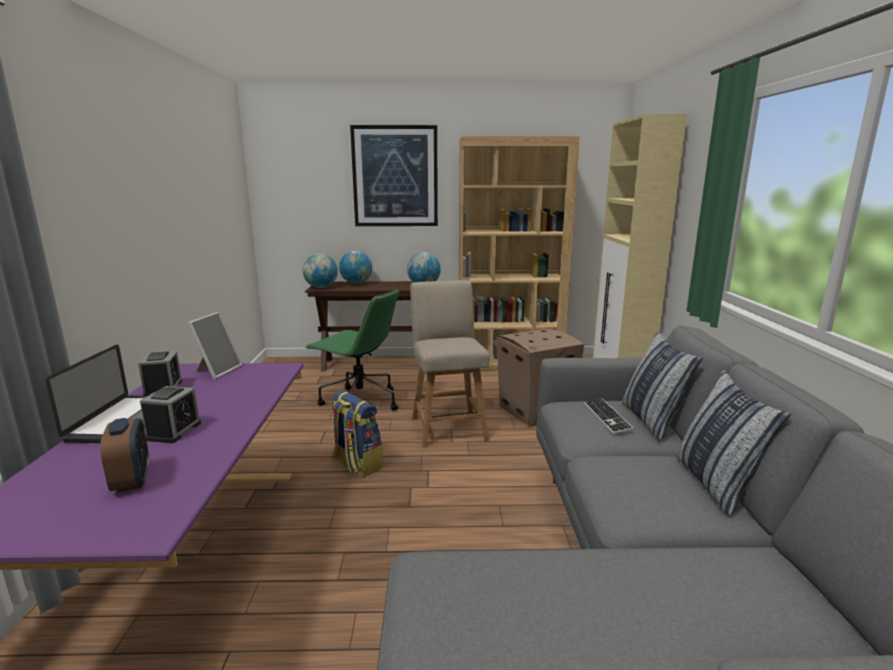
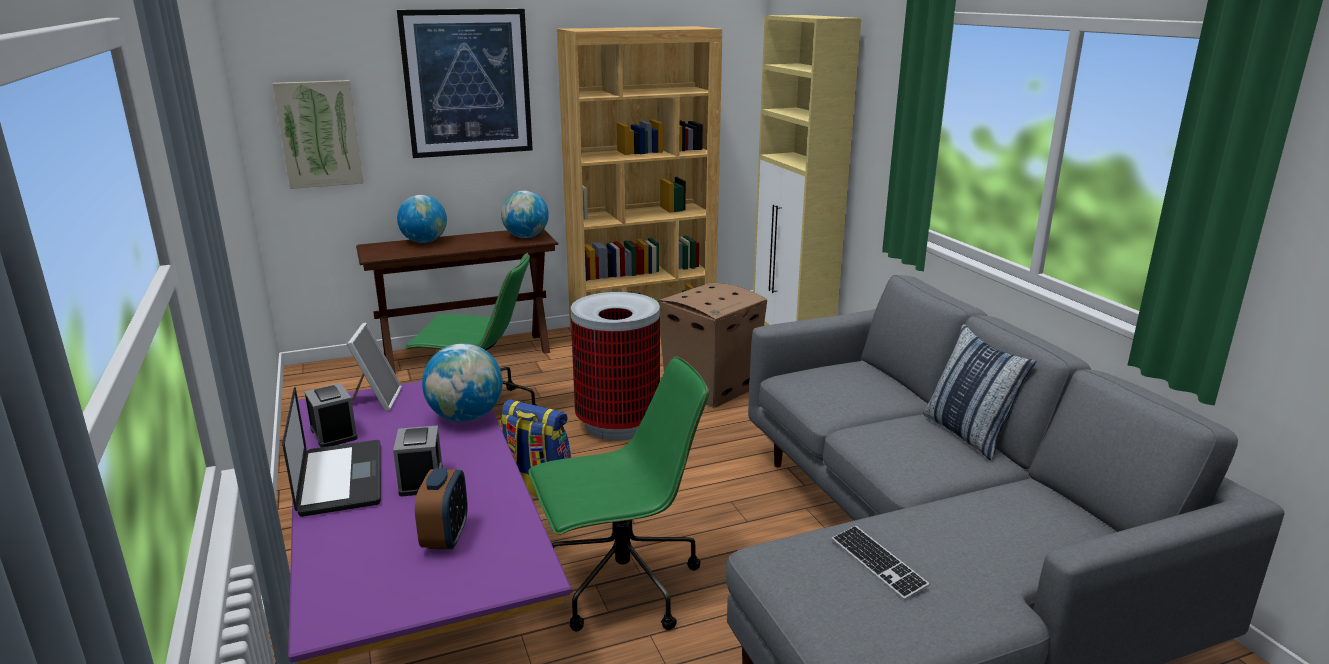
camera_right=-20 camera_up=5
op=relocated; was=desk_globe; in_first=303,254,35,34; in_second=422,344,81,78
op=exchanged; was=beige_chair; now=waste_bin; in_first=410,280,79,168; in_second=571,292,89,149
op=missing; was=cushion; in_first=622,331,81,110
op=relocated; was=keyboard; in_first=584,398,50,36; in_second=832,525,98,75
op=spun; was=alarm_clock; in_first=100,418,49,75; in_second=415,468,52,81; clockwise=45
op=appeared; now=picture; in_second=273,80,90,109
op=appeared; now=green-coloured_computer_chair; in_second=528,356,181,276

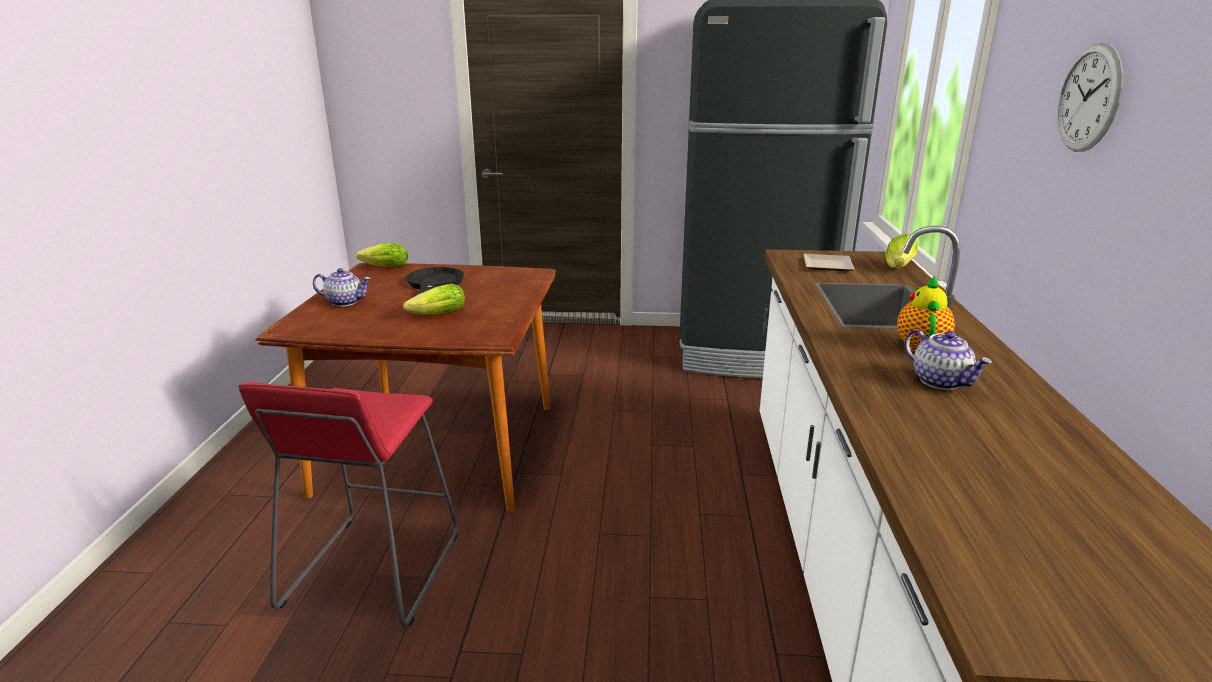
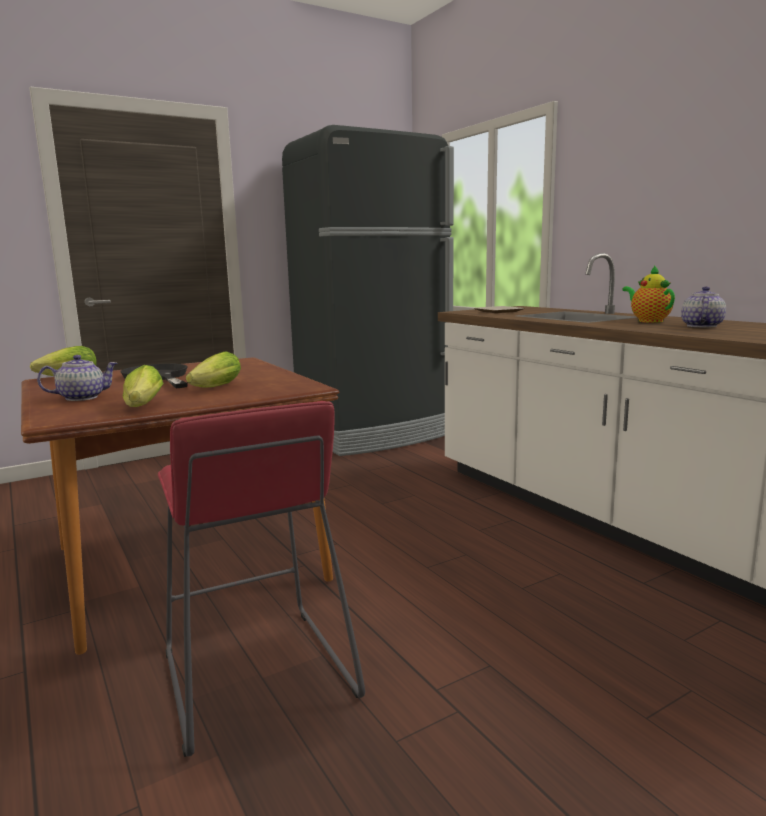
camera_right=-35 camera_up=-10
op=missing; was=hanging_clock; in_first=1057,42,66,110
op=relocated; was=lettuce_head; in_first=885,234,33,34; in_second=123,365,40,42
op=spun; was=pot_for_tea; in_first=904,329,88,61; in_second=681,286,45,41; clockwise=-90

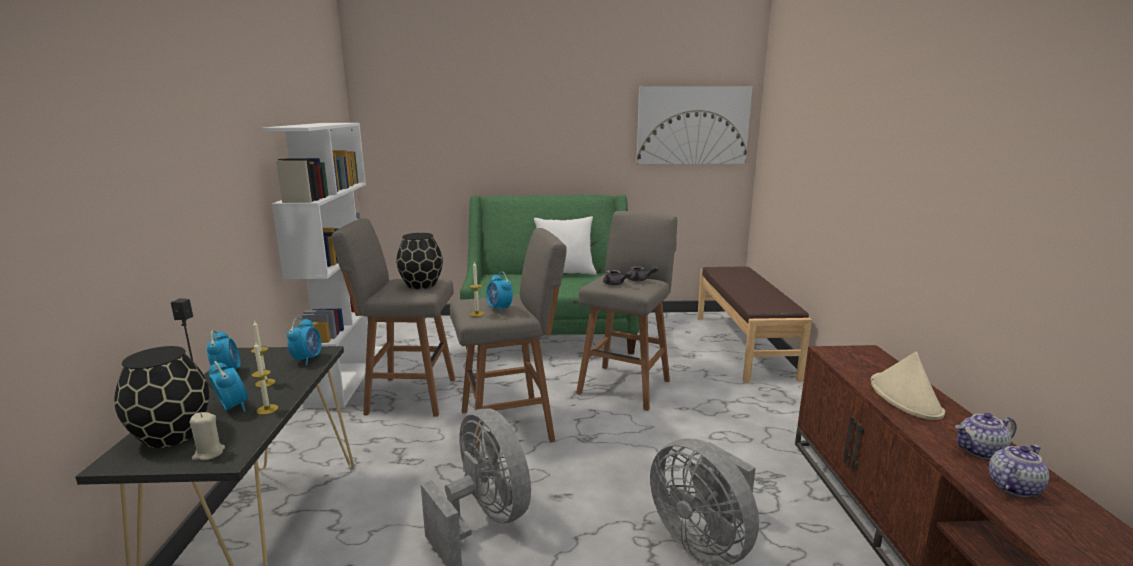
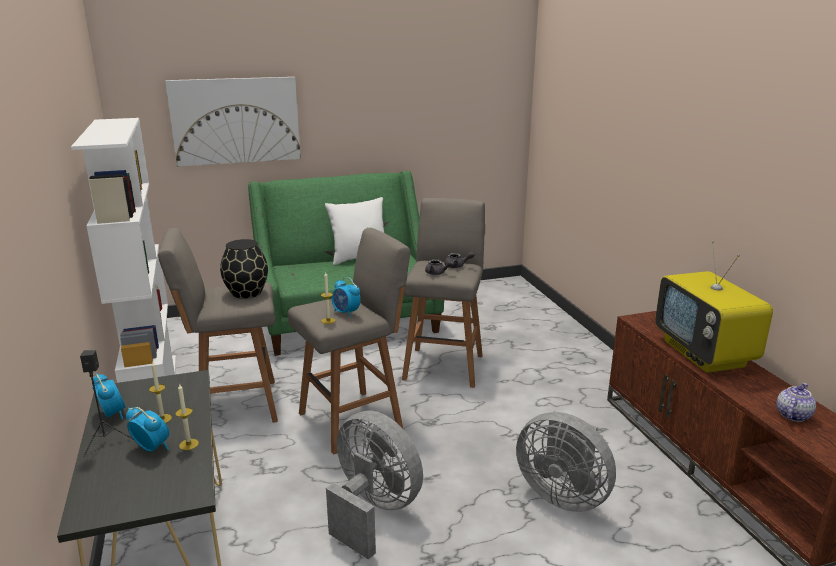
camera_right=-15 camera_up=5
op=relocated; was=picture; in_first=636,86,117,78; in_second=165,77,136,90
op=missing; was=brown-coloured_long_seat; in_first=697,267,115,116
op=missing; was=alarm_clock; in_first=287,317,34,48
op=missing; was=black_decorative_vase; in_first=114,346,95,102
op=exchanged; was=beige_hat; now=television; in_first=871,352,74,68; in_second=655,241,118,132
op=missing; was=beige_wax_light; in_first=190,412,35,48
op=missing; was=pot_for_tea; in_first=955,413,62,46

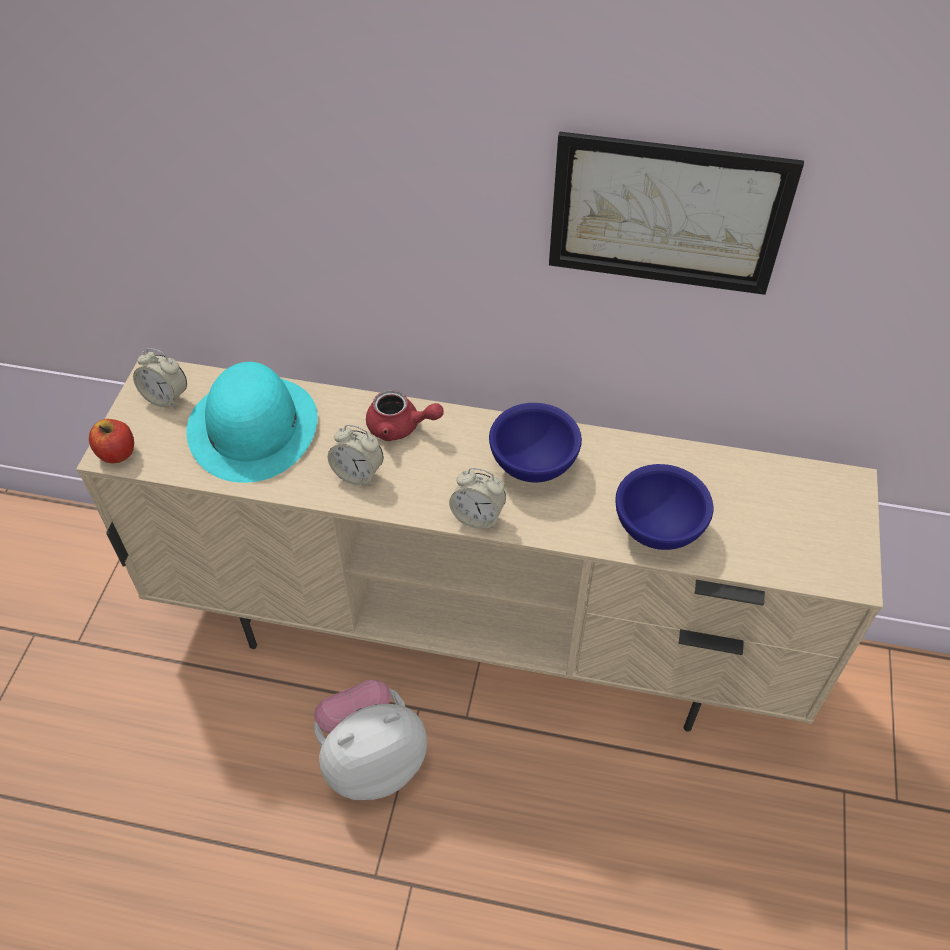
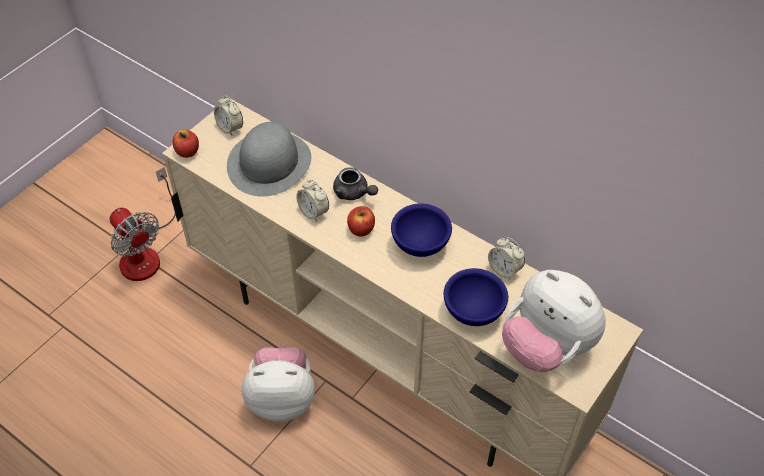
camera_right=25 camera_up=0
op=missing; was=picture; in_first=549,131,255,164
op=colour; was=turquoise_hat; now=grey_hat; in_first=186,362,131,121; in_second=227,122,84,75
op=colour; was=red_pot_for_tea; now=grey_pot_for_tea; in_first=366,390,78,51; in_second=333,167,45,33
op=relocated; was=alarm_clock; in_first=449,468,57,61; in_second=488,237,37,43
op=appeared; now=electric_fan; in_second=109,167,67,114
op=appeared; now=apple; in_second=347,206,28,31
op=appeared; now=cuddly_toy; in_second=502,270,104,102

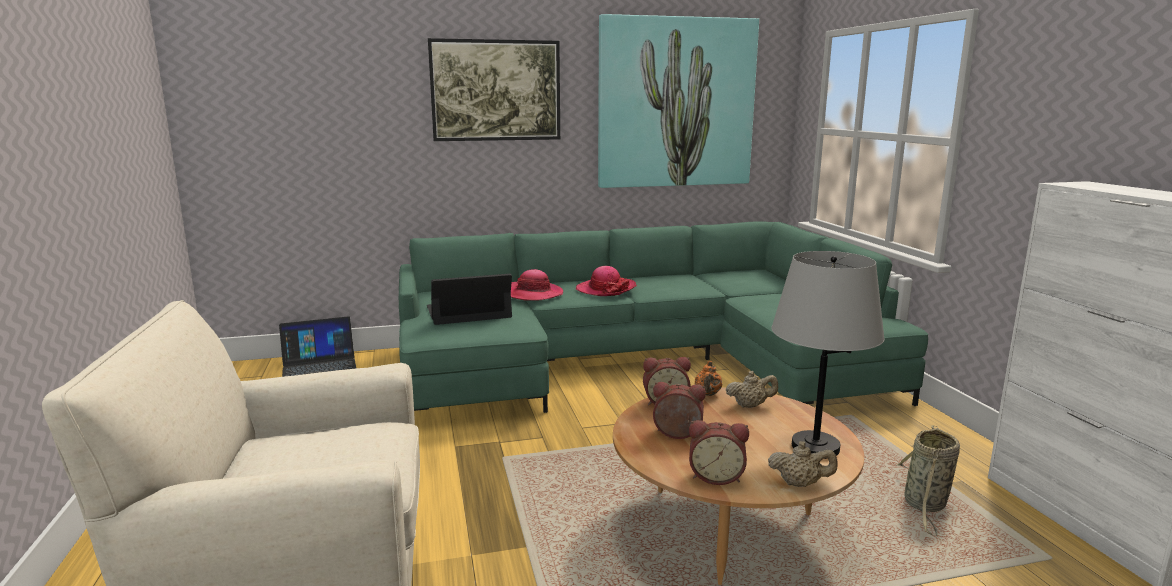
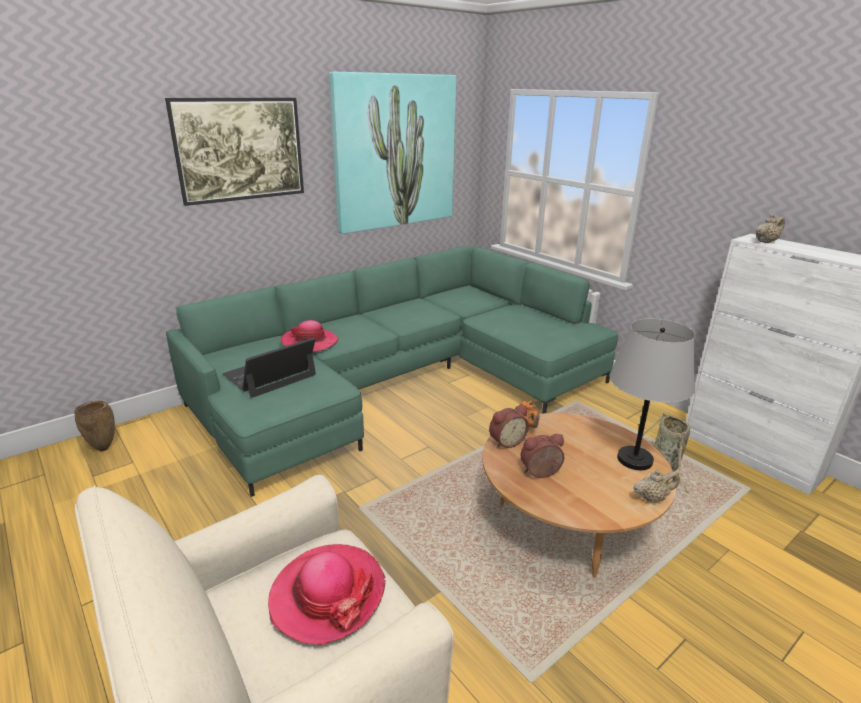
camera_right=-25 camera_up=10
op=relocated; was=hat; in_first=576,266,61,30; in_second=268,544,118,101
op=exchanged; was=portable_computer; now=brown-coloured_decorative_vase; in_first=279,316,77,61; in_second=74,400,41,52
op=relocated; was=beige_pot_for_tea; in_first=726,371,52,37; in_second=756,214,29,29
op=missing; was=alarm_clock; in_first=689,420,60,65

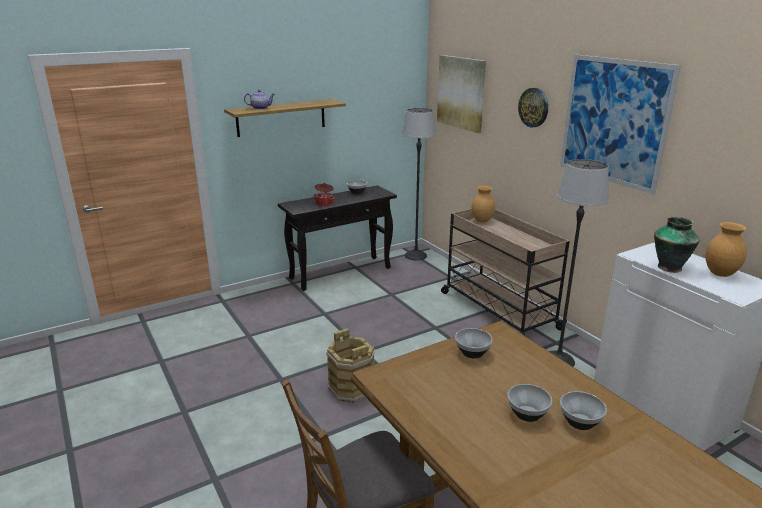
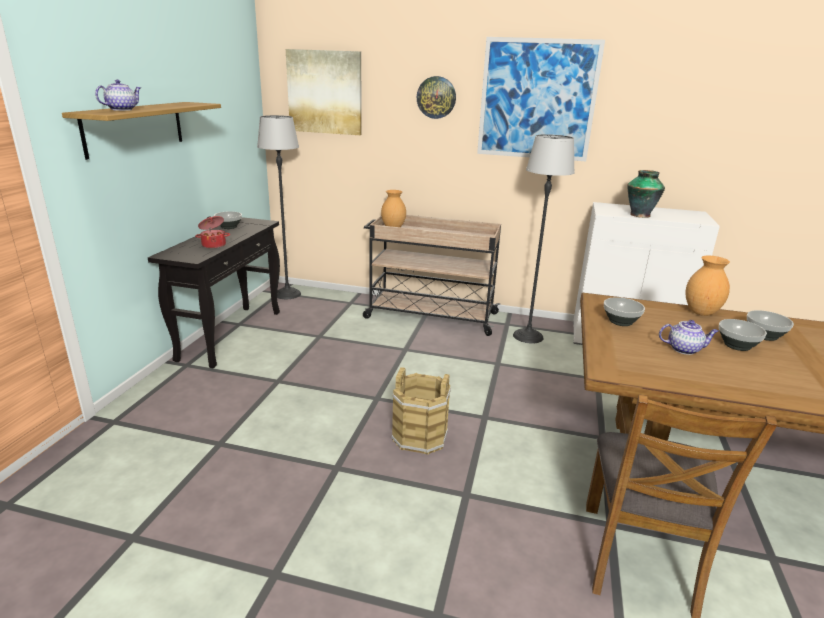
camera_right=-45 camera_up=0
op=relocated; was=brown-coloured_decorative_vase; in_first=705,222,42,55; in_second=685,256,45,60
op=appeared; now=pot_for_tea; in_second=659,320,60,35

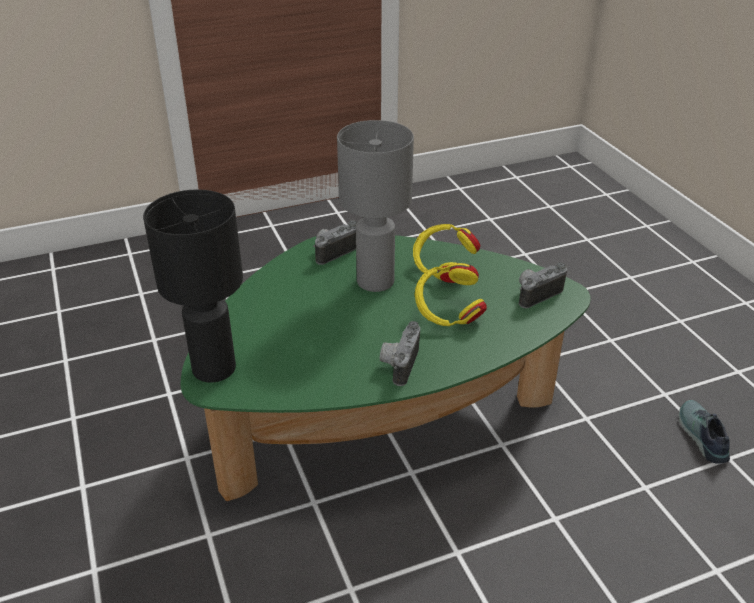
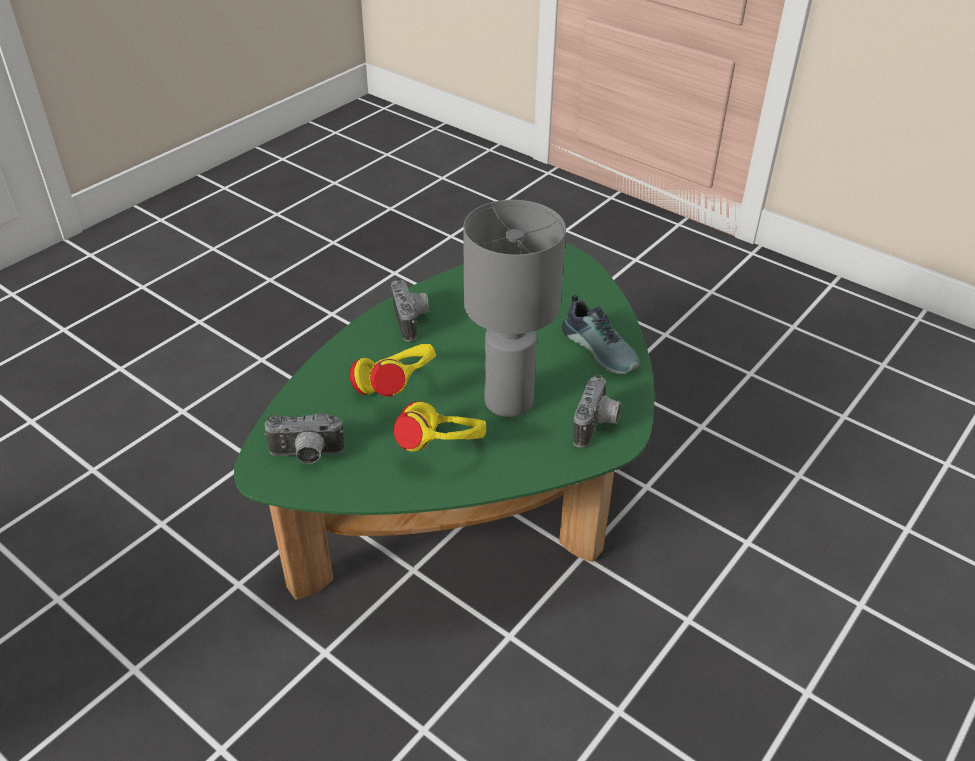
camera_right=150 camera_up=5
op=missing; was=black_tabletop_lamp; in_first=143,189,100,194
op=spun; was=photo_camera; in_first=519,262,48,46; in_second=264,414,80,50; clockwise=60
op=relocated; was=item_of_footwear; in_first=678,400,52,64; in_second=562,295,78,79

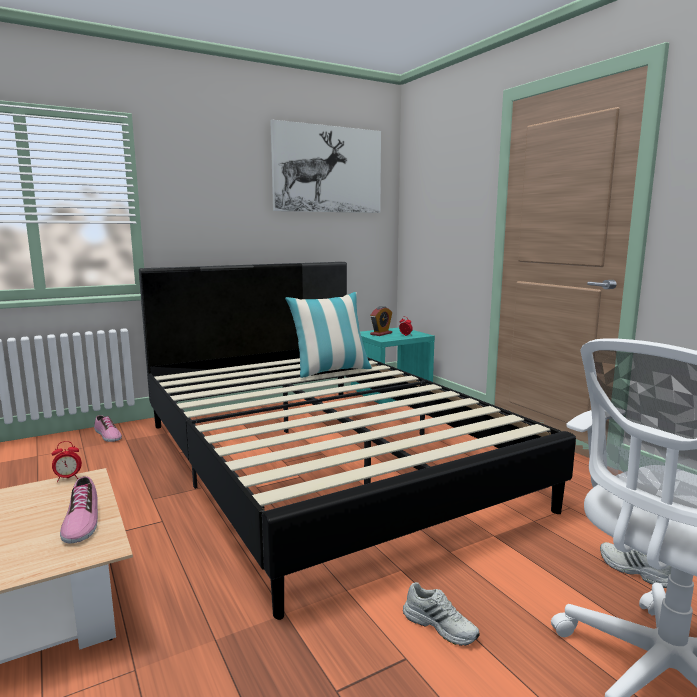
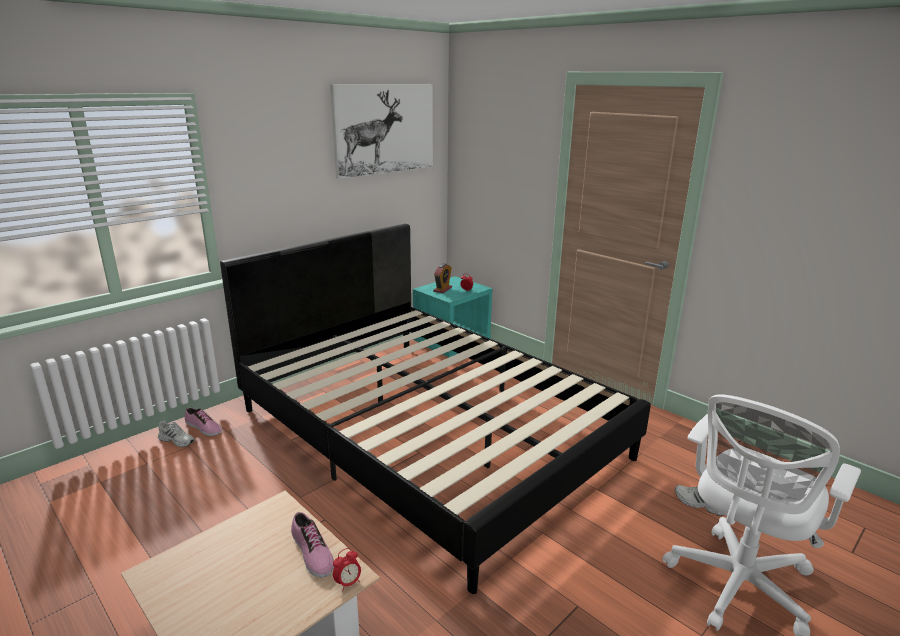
camera_right=-15 camera_up=10
op=missing; was=cushion; in_first=285,292,87,86
op=relocated; was=alarm_clock; in_first=52,441,30,41; in_second=333,548,28,44
op=relocated; was=whitish_item_of_footwear; in_first=403,582,77,64; in_second=158,420,37,27

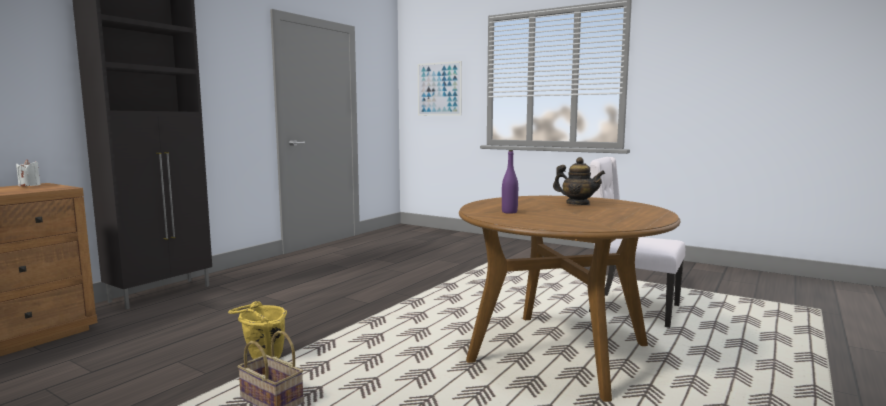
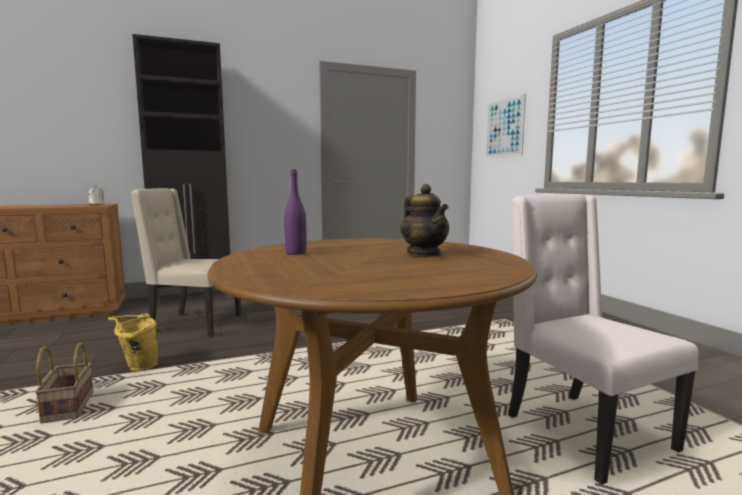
camera_right=35 camera_up=0
op=appeared; now=beige_chair; in_second=131,188,110,148

